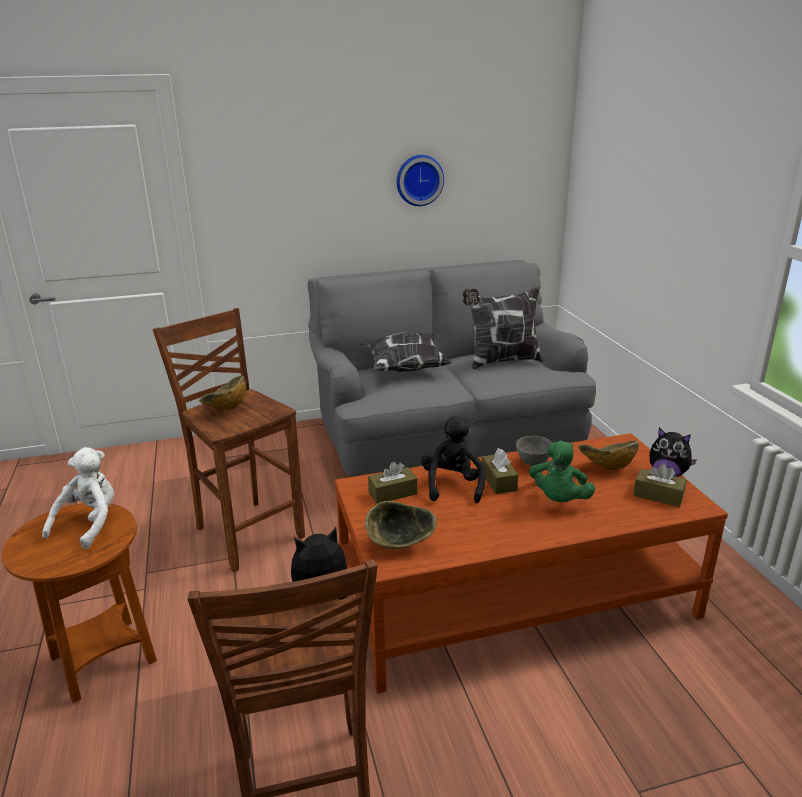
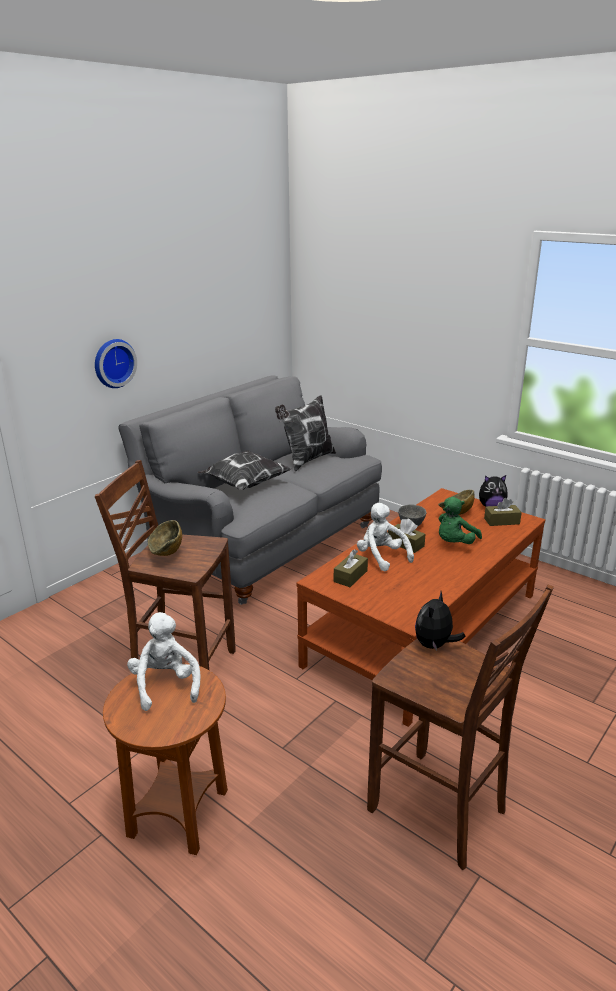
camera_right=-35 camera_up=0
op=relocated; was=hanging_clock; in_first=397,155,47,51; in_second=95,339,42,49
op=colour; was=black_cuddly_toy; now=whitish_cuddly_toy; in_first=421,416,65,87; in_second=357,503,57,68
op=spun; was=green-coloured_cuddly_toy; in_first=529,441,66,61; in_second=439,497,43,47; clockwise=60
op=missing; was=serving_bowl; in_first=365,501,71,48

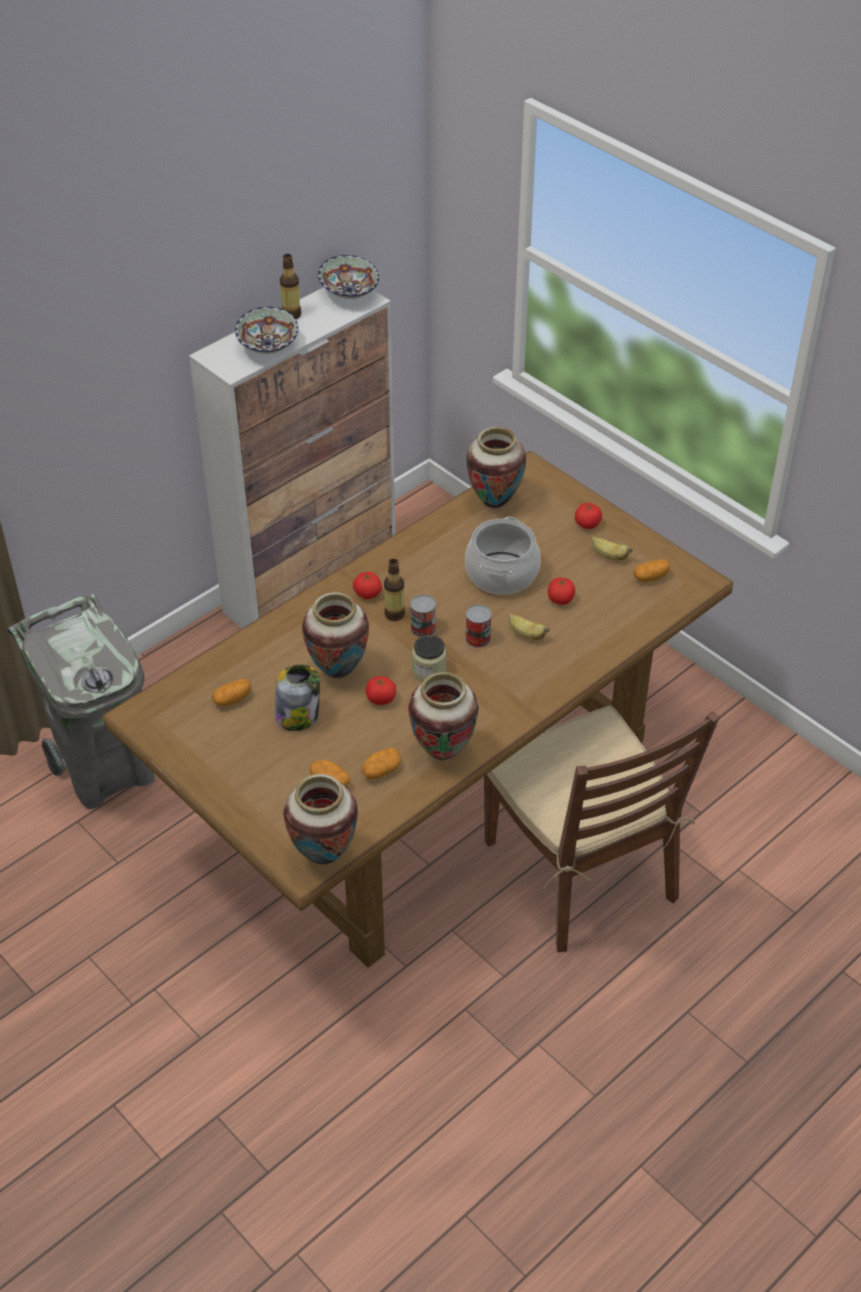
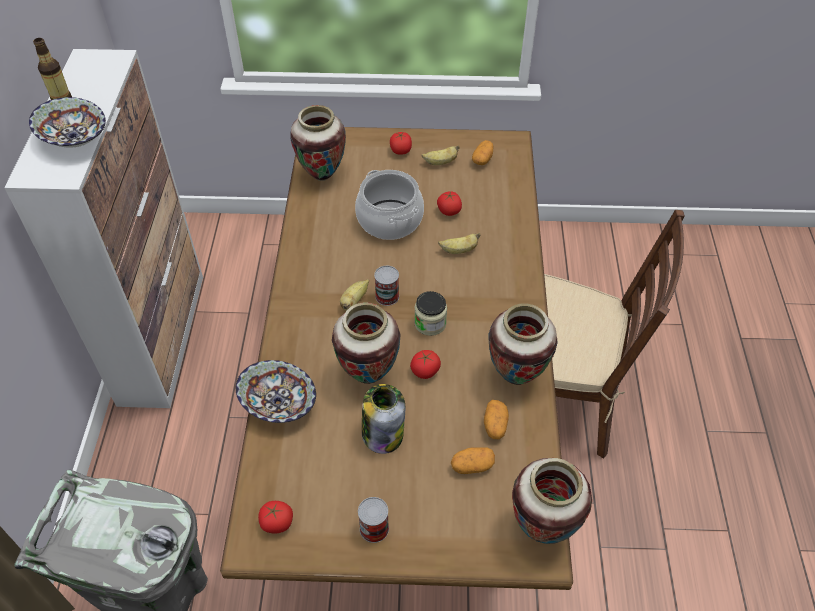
camera_right=-45 camera_up=5
op=relocated; was=serving_bowl; in_first=318,255,61,44; in_second=235,360,81,63
op=exchanged; was=beverage_bottle; now=banana_fruit; in_first=384,559,21,62; in_second=340,279,29,32
op=relocated; was=whole_tomato; in_first=353,572,29,27; in_second=258,501,35,32
op=relocated; was=can; in_first=465,605,27,43; in_second=358,497,31,46
op=missing; was=potato; in_first=212,679,40,27

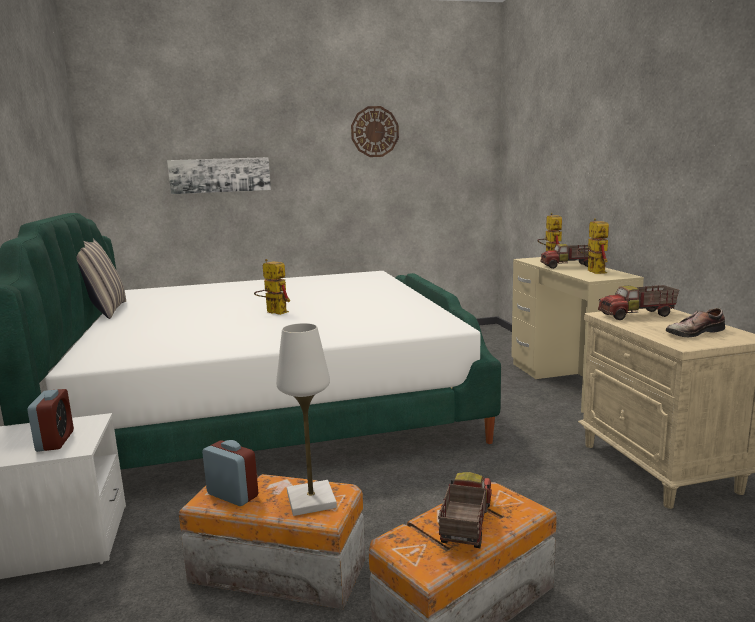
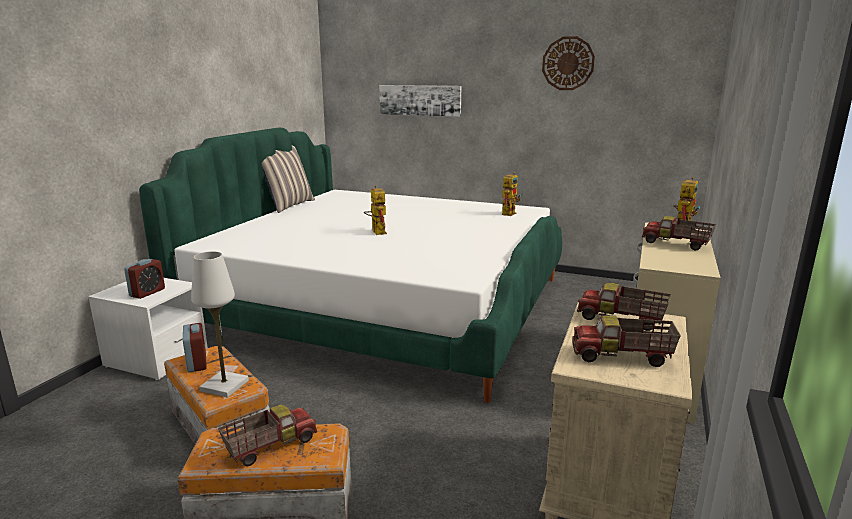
camera_right=35 camera_up=5
op=relocated; was=toy_robot; in_first=578,218,31,56; in_second=502,172,19,44
op=exchanged; was=item_of_footwear; now=toy_truck; in_first=666,308,59,29; in_second=573,315,108,52

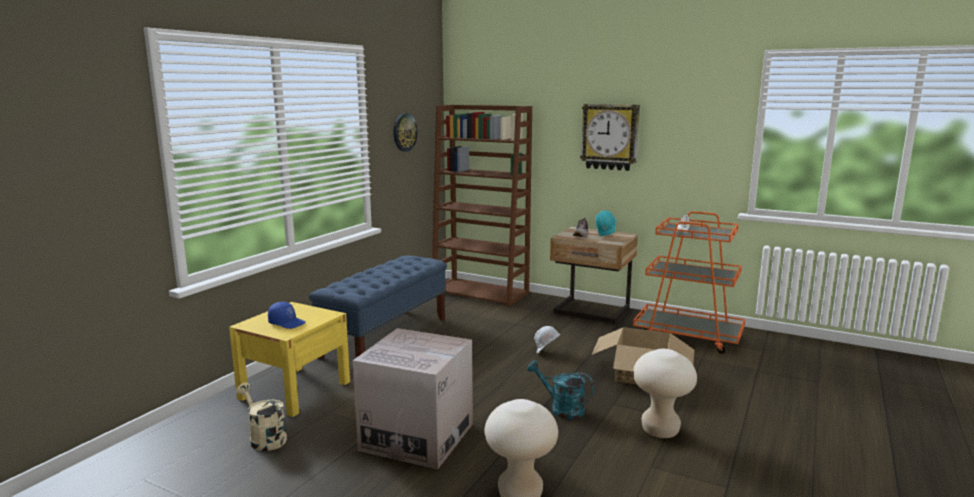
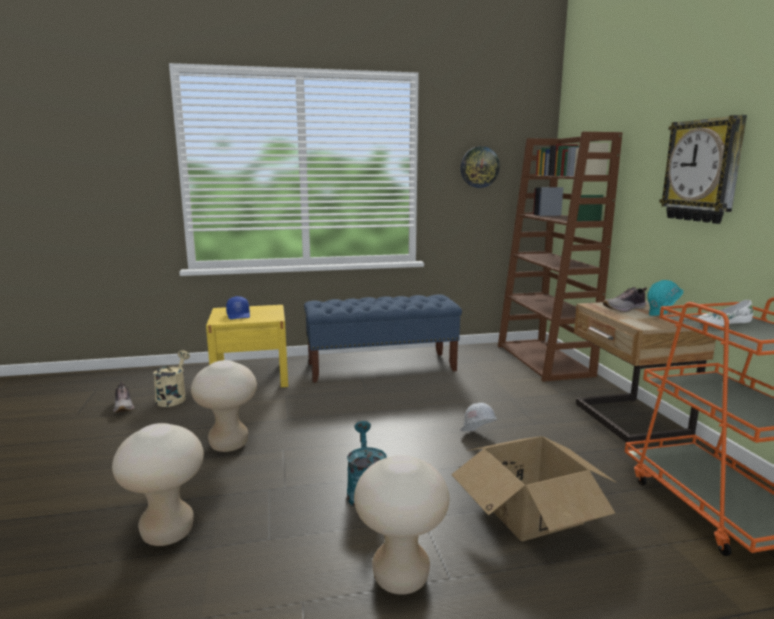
camera_right=50 camera_up=0
op=exchanged; was=packing_box; now=beige_stool_seat; in_first=353,328,120,141; in_second=191,360,66,92
op=appeared; now=item_of_footwear; in_second=113,382,21,30

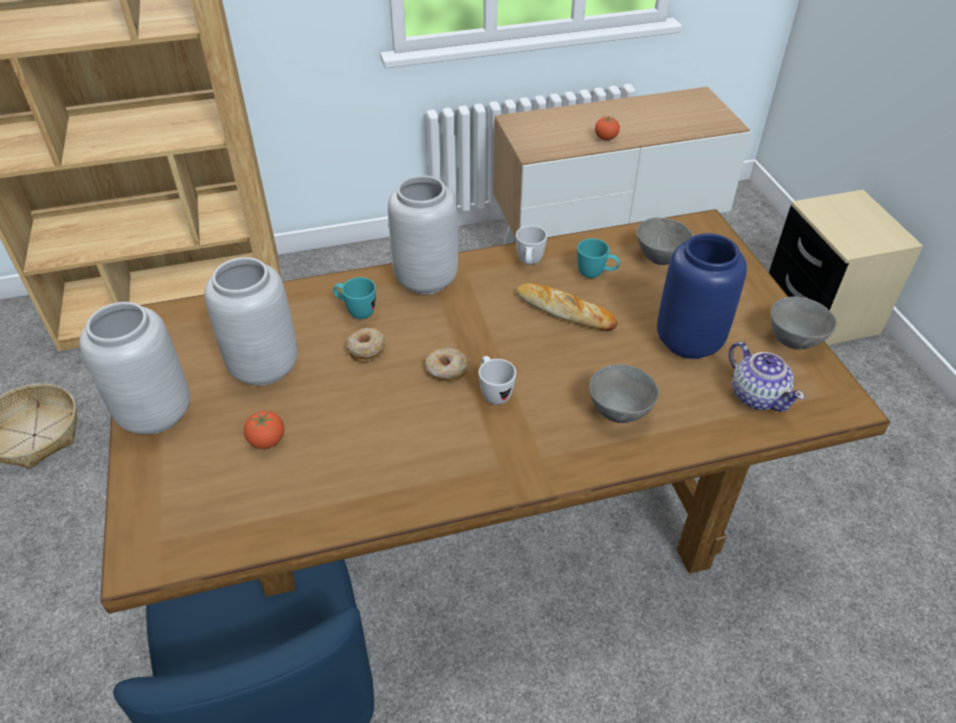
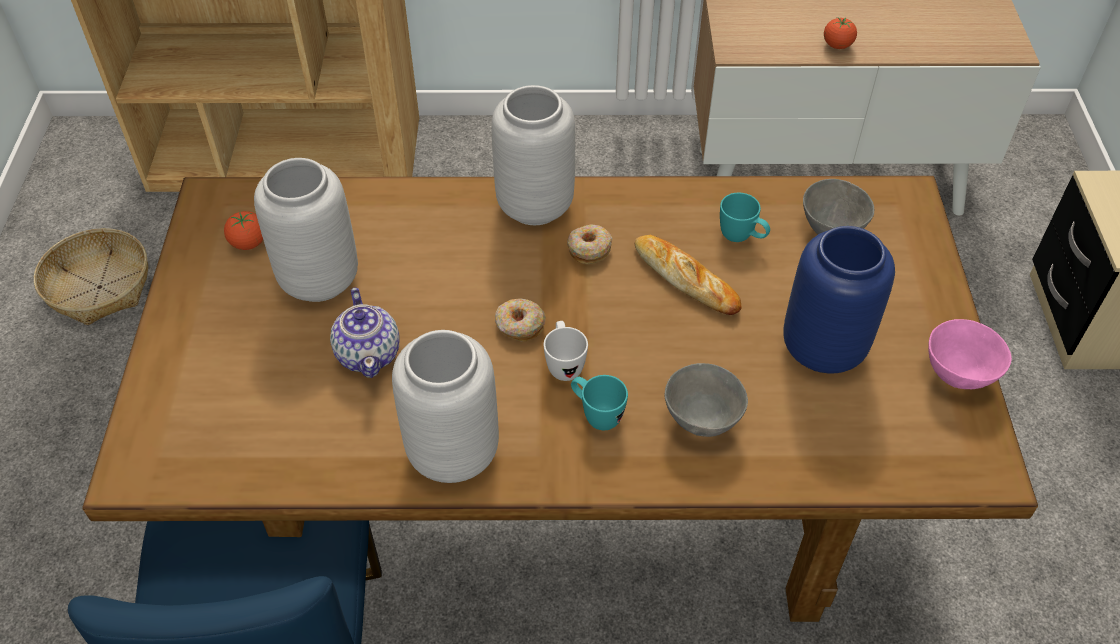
camera_right=15 camera_up=5
op=missing; was=whitish_tea_mug; in_first=516,226,31,39
op=relocated; was=turquoise_tea_mug; in_first=333,277,43,42; in_second=571,375,57,55
op=colour; was=grey_serving_bowl; now=pinkish_serving_bowl; in_first=770,296,67,54; in_second=928,319,84,70
op=relocated; was=grey_decorative_vase; in_first=79,302,111,132; in_second=392,330,107,153
op=relocated; was=ring_doughnut; in_first=346,328,39,34; in_second=567,224,46,41
op=relocated; was=pot_for_tea; in_first=729,342,76,70; in_second=330,288,69,90
op=relocated; was=whole_tomato; in_first=244,411,40,38; in_second=224,211,39,39

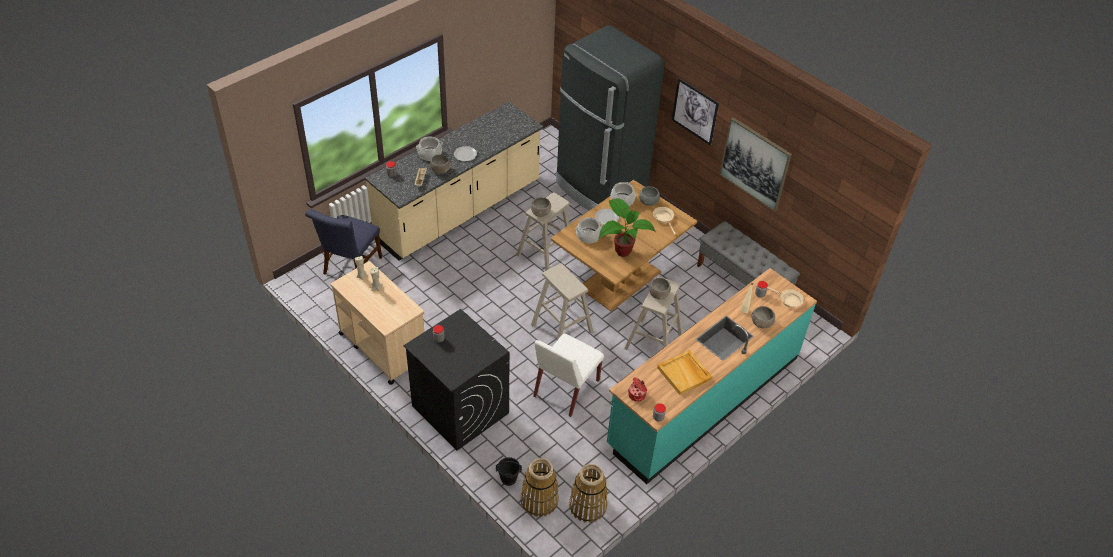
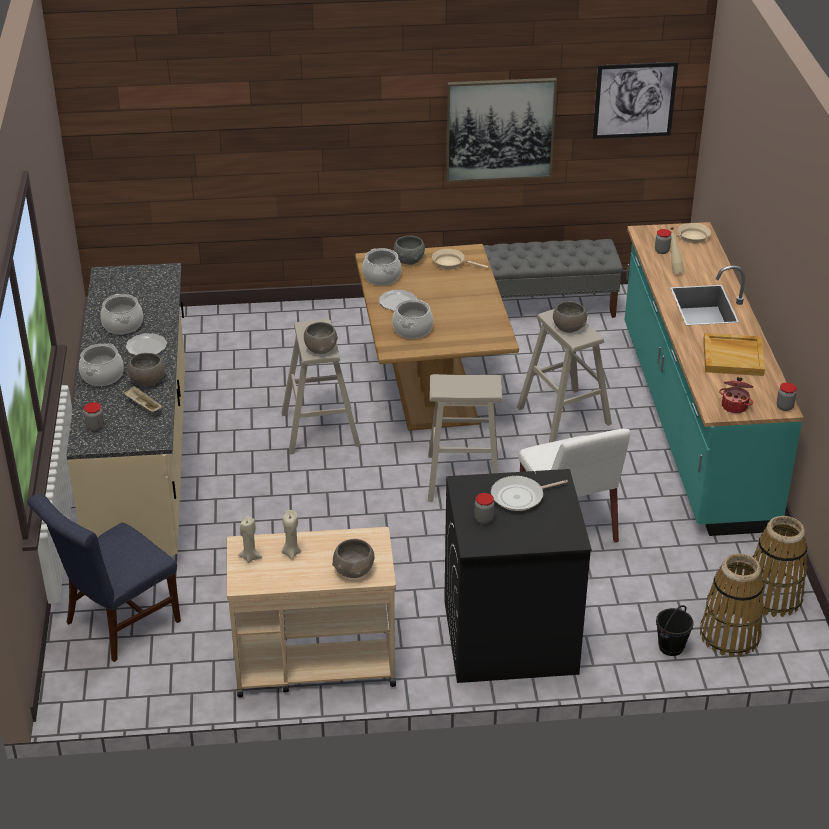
camera_right=-50 camera_up=-10
op=missing; was=black_kitchen_fridge; in_first=556,25,108,186
op=relocated; was=picture; in_first=672,78,47,68; in_second=593,62,85,77
op=missing; was=houseplant; in_first=599,198,57,59
op=spun; was=blue-coloured_chair; in_first=305,209,77,66; in_second=27,494,154,168; clockwise=75
op=relocated; was=grey_serving_bowl; in_first=751,306,24,22; in_second=332,539,42,39
op=appeared; now=saucepot; in_second=100,294,43,40
op=appeared; now=pan; in_second=491,476,77,35

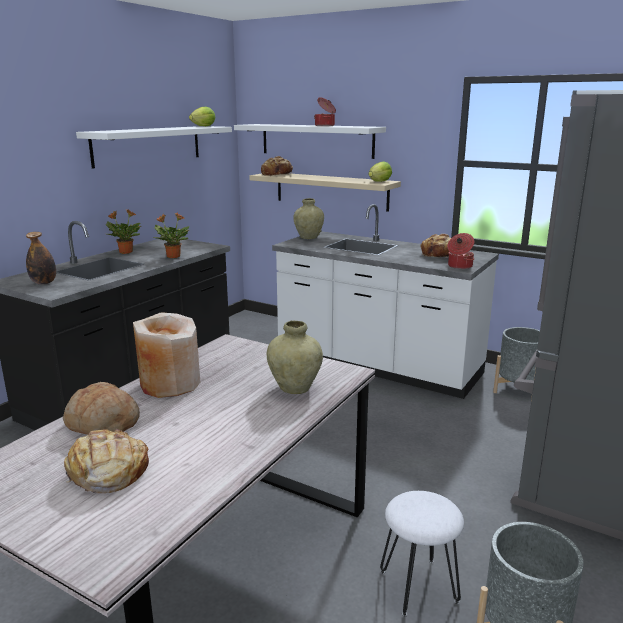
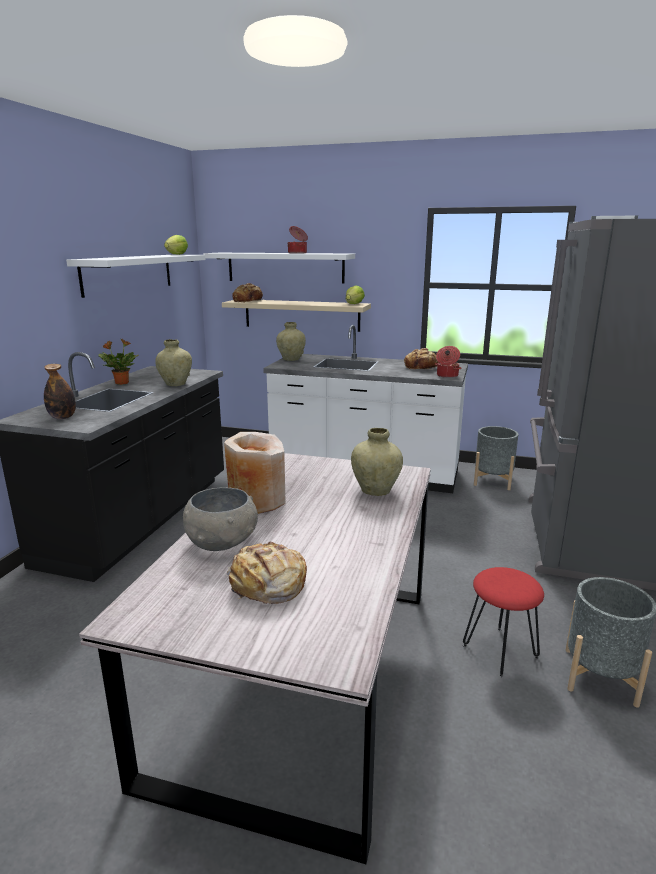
camera_right=-15 camera_up=0
op=exchanged; was=houseplant; now=beige_decorative_vase; in_first=153,213,36,45; in_second=155,339,37,47
op=exchanged; was=bread; now=grey_serving_bowl; in_first=63,382,77,53; in_second=183,487,75,64
op=colour; was=whitish_stool_seat; now=red_stool_seat; in_first=380,491,84,125; in_second=463,567,81,110

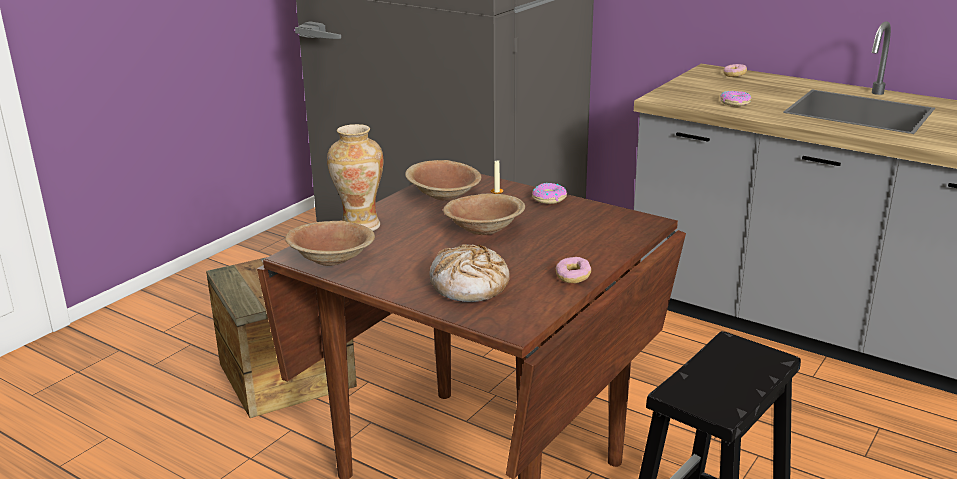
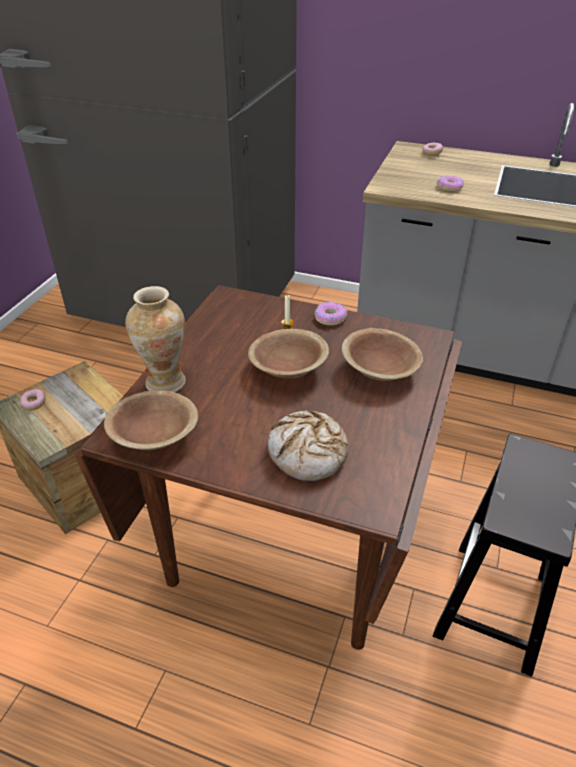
camera_right=-15 camera_up=15
op=relocated; was=brown-coloured_serving_bowl; in_first=405,160,76,41; in_second=342,328,81,53
op=relocated; was=ring_doughnut; in_first=556,257,35,26; in_second=20,389,26,21

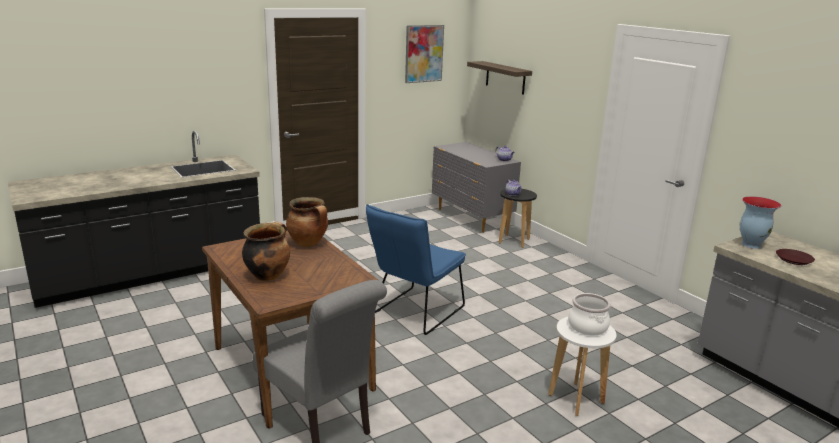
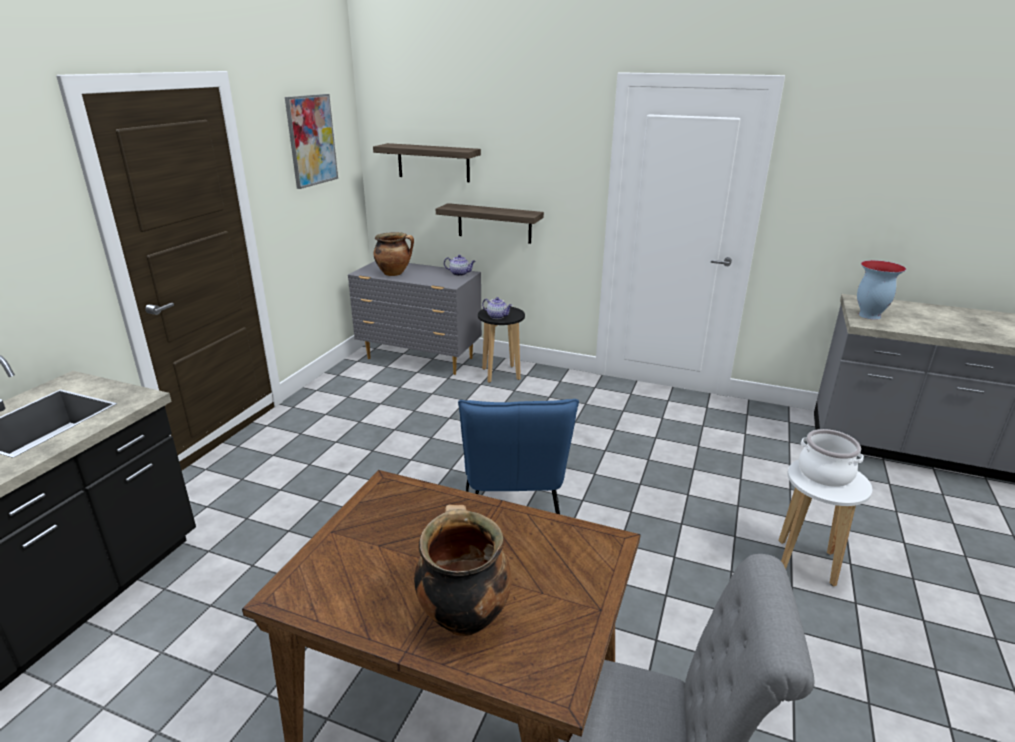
camera_right=-35 camera_up=5
op=relocated; was=saucepot; in_first=286,197,42,50; in_second=374,232,40,44
op=missing; was=brown-coloured_plate; in_first=776,249,39,16
op=appeared; now=bracket_shelf; in_second=436,203,108,41

